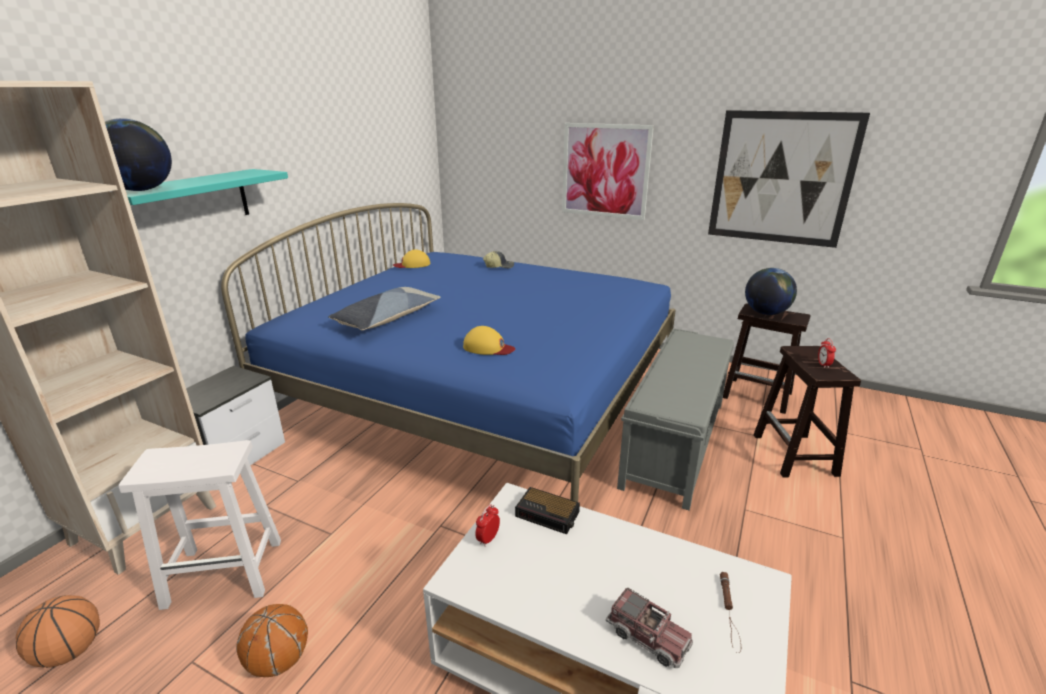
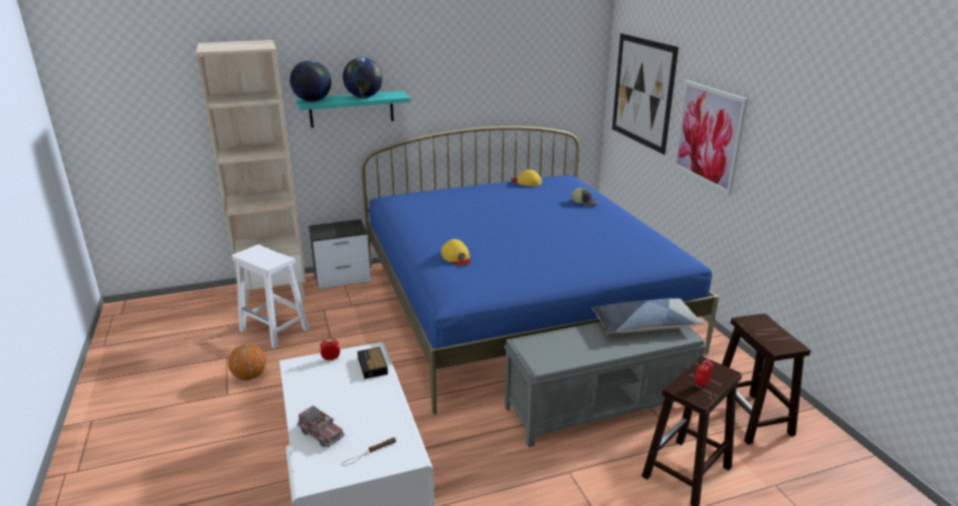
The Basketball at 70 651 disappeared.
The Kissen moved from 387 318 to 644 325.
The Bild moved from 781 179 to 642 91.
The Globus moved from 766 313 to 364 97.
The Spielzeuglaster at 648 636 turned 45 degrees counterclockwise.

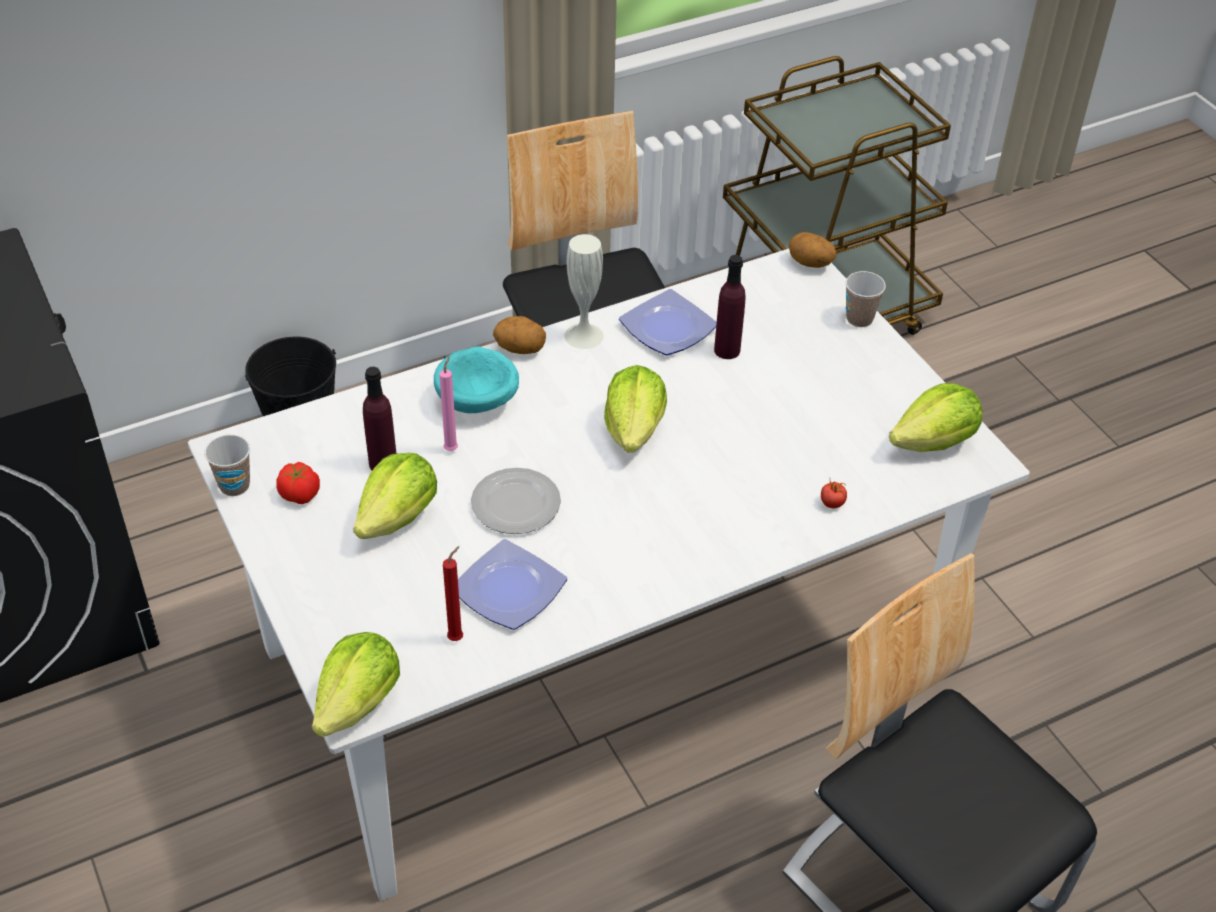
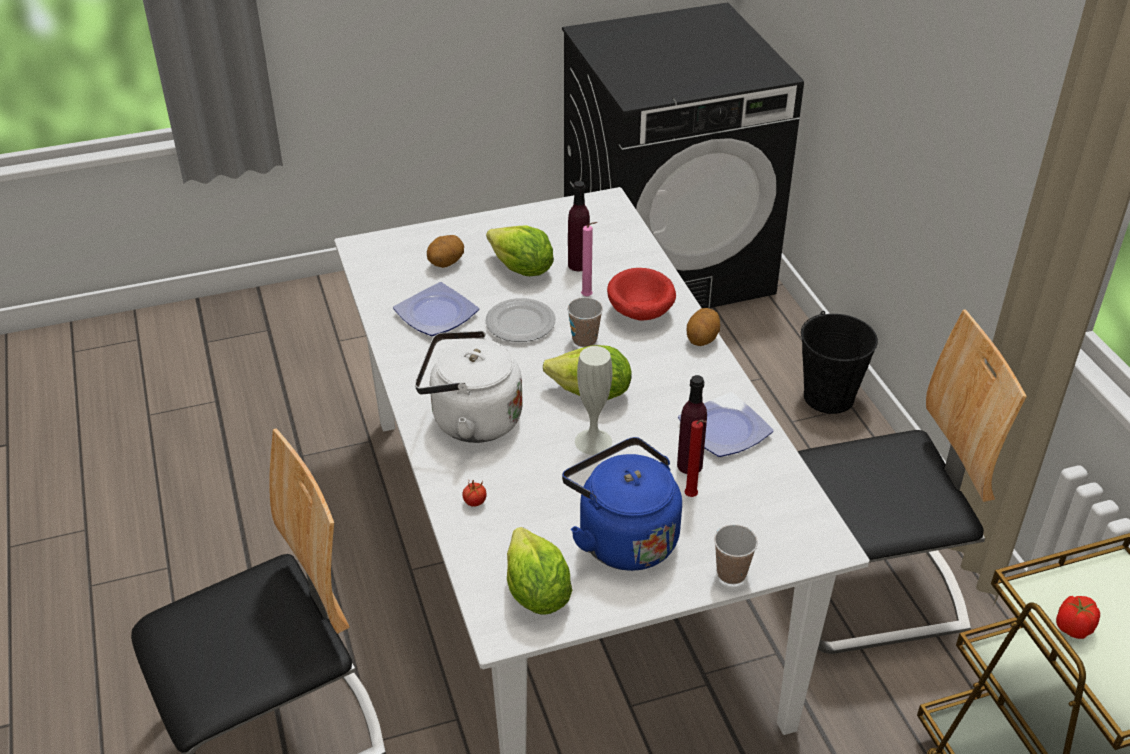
The Salatkopf at 359 703 disappeared.
The Wasserkessel [weiß] at 470 420 appeared.
The Wasserkessel [blau] at 623 537 appeared.
The Tasse moved from 234 485 to 584 340.
The Tomate moved from 300 495 to 1073 627.
The Kerze [rot] moved from 457 637 to 692 497.
The Vase [weiß] moved from 584 336 to 593 441.
The Kartoffel moved from 809 264 to 446 263.
The Schüssel [türkis] at 479 401 became the Schüssel [rot] at 639 313.

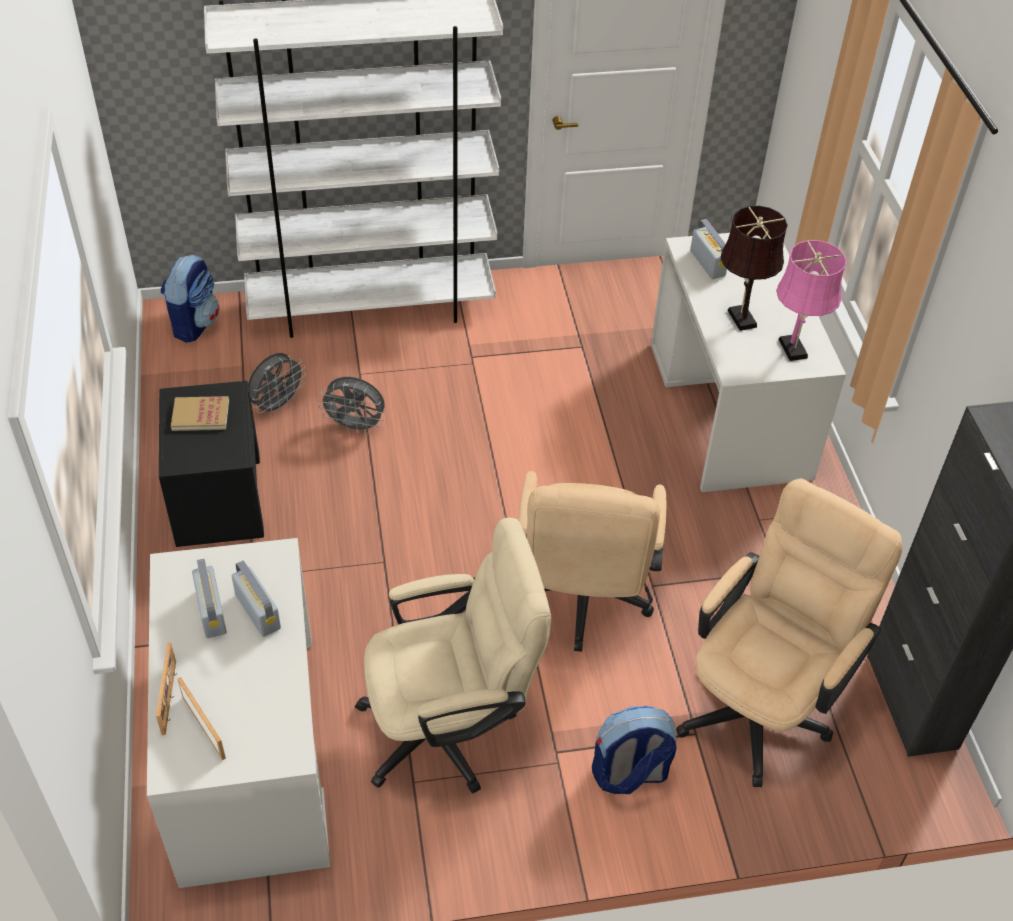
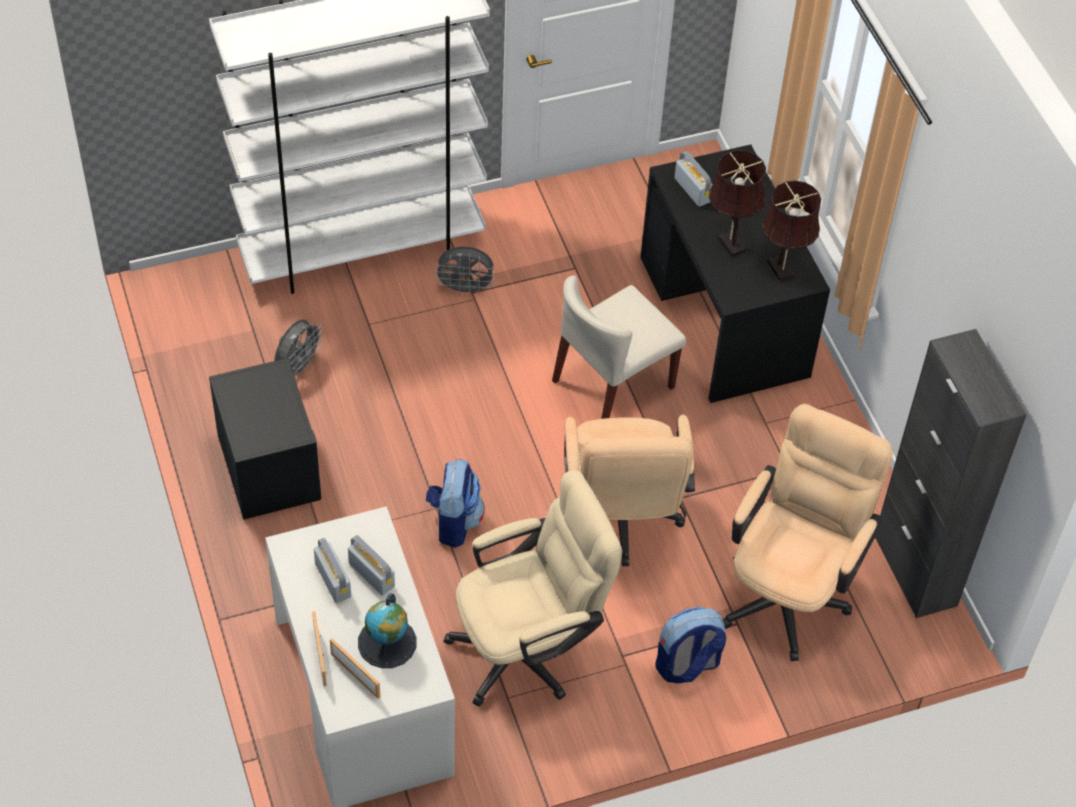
The Buch at 200 415 disappeared.
The Globus at 387 642 appeared.
The Stuhl [beige] at 613 385 appeared.
The Rucksack moved from 194 323 to 454 521.
The Ventilator [grau] moved from 356 426 to 465 289.
The Schreibtisch [weiß] at 729 409 became the Schreibtisch [schwarz] at 724 316.
The Tischlampe [rosa] at 794 351 became the Tischlampe [braun] at 782 272.

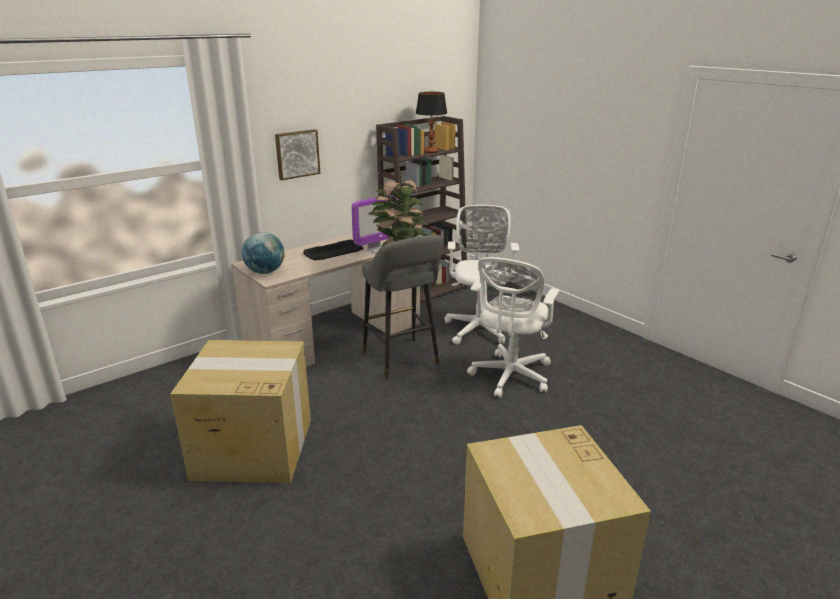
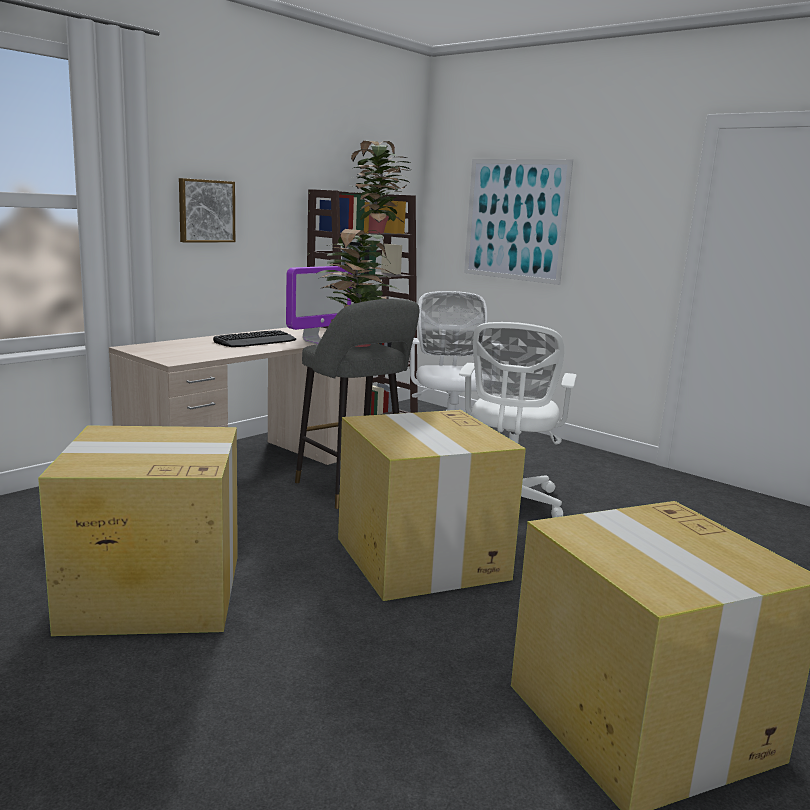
The Globus at 265 272 disappeared.
The Karton at 422 559 appeared.
The Bild at 515 220 appeared.
The Tischlampe at 431 152 was replaced by the Topfpflanze at 376 233.

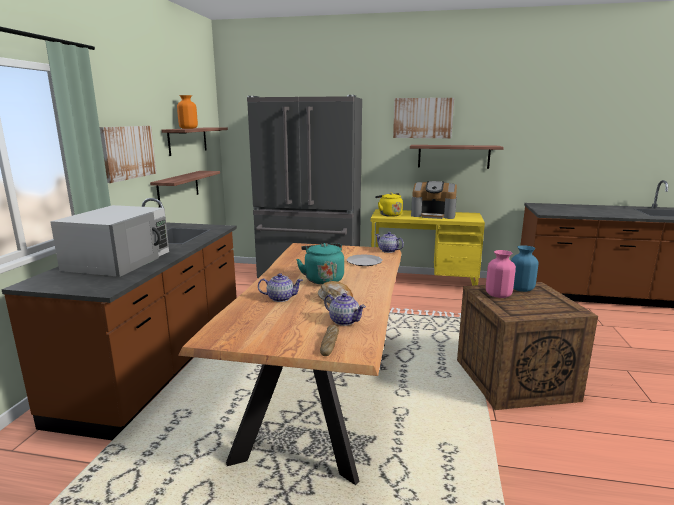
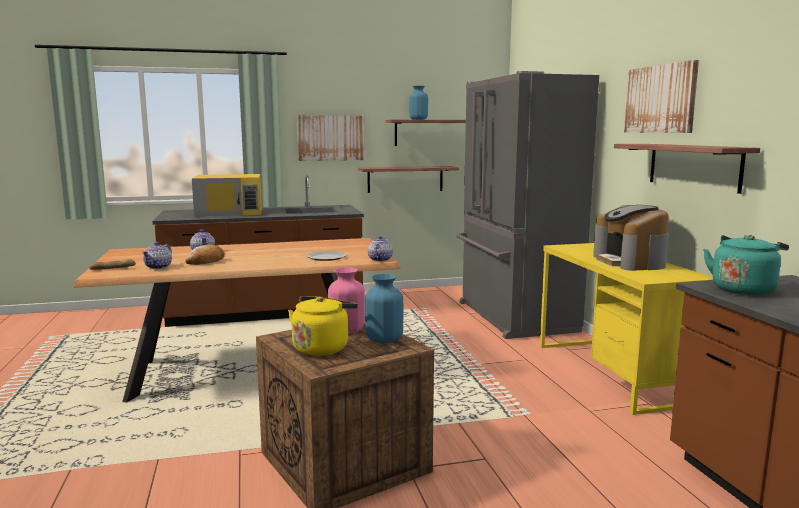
The Wasserkessel [türkis] moved from 323 279 to 743 289.
The Wasserkessel [gelb] moved from 389 214 to 322 347.
The Mikrowelle [weiß] at 119 260 became the Mikrowelle [gelb] at 230 212.
The Vase [orange] at 188 128 became the Vase [blau] at 418 119.

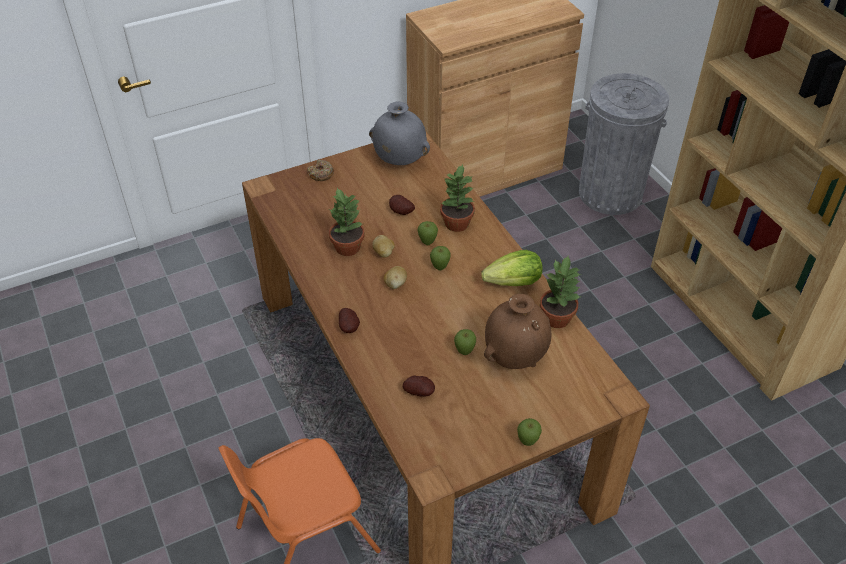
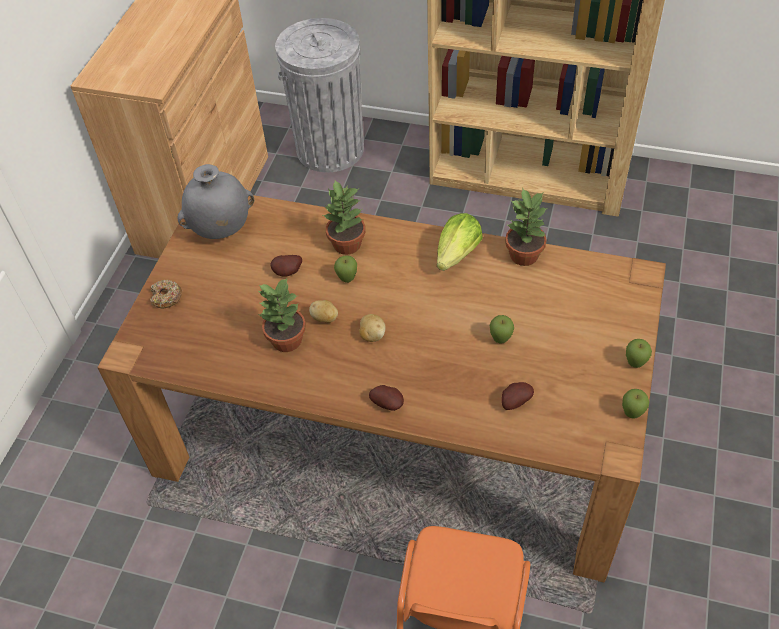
The Vase [braun] at 515 357 disappeared.
The Apfel moved from 440 268 to 631 414.

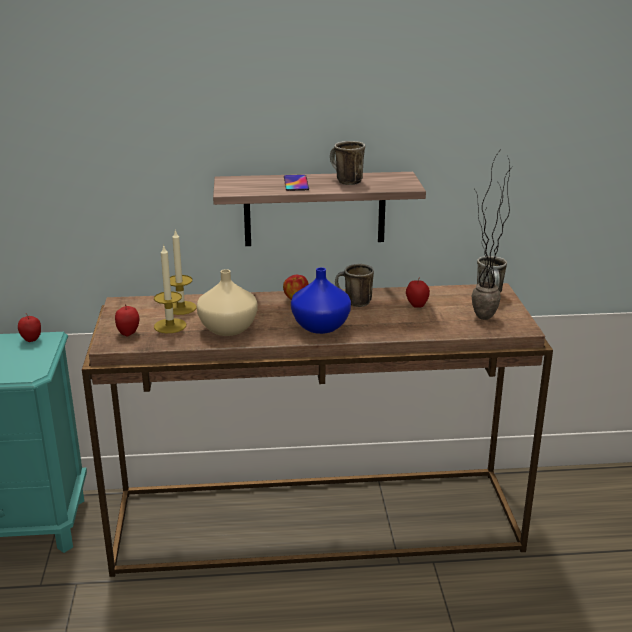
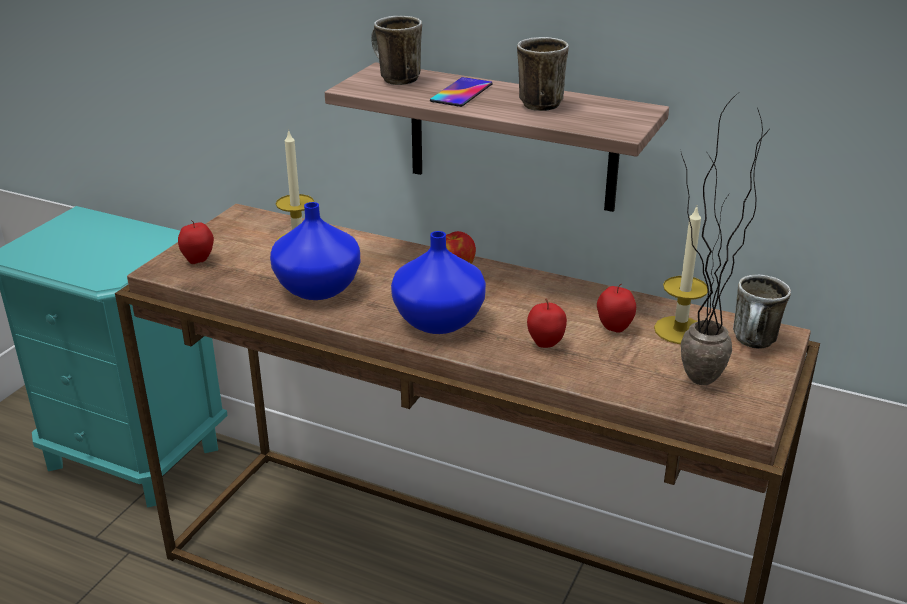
The Apfel moved from 31 340 to 545 344.
The Kerze moved from 170 326 to 680 330.
The Henkelbecher moved from 353 303 to 393 79.
The Vase [beige] at 228 329 became the Vase [blau] at 317 289.

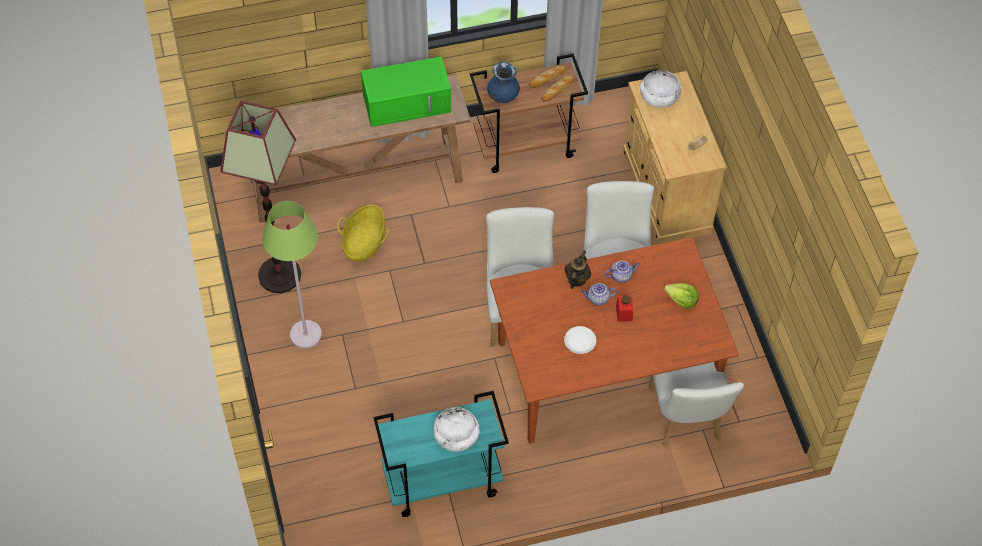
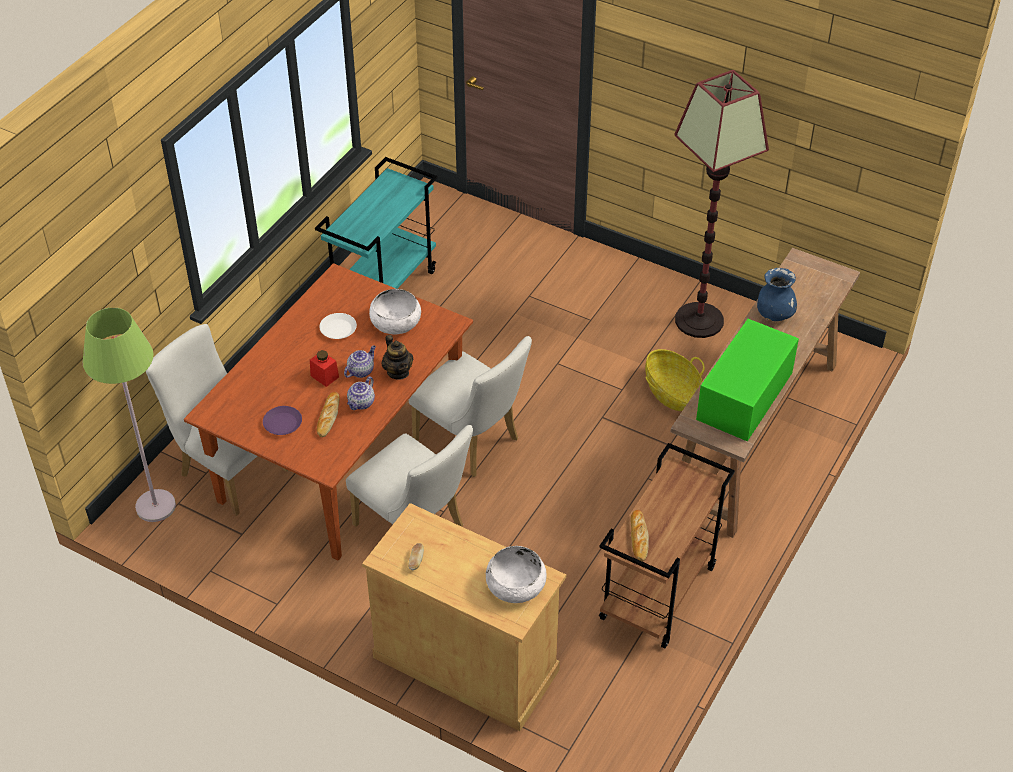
The Stehlampe [grün] moved from 305 334 to 156 506.
The Schüssel [weiß] moved from 456 434 to 396 322.
The Vase [blau] moved from 503 96 to 774 314.
The Brot moved from 547 78 to 328 416.
The Salatkopf at 681 300 was replaced by the Teller [lila] at 282 423.

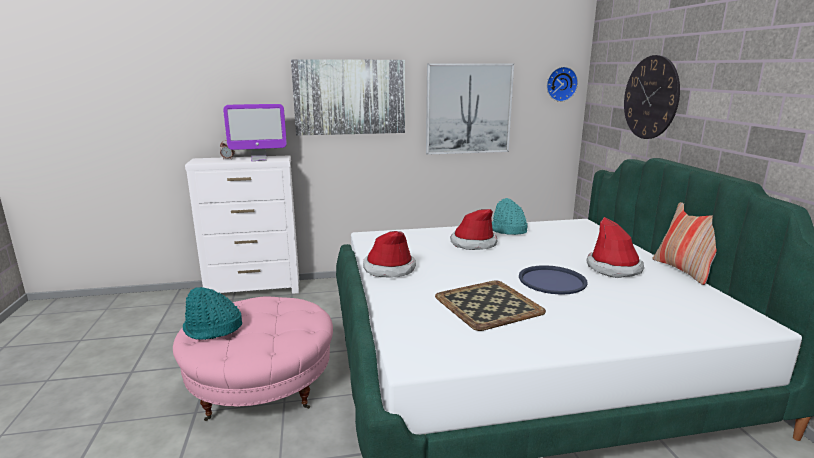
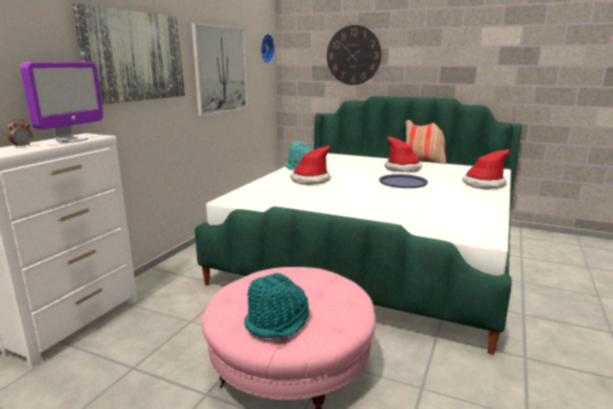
The Tablett at 487 304 disappeared.
The Hut moved from 389 269 to 483 184.

